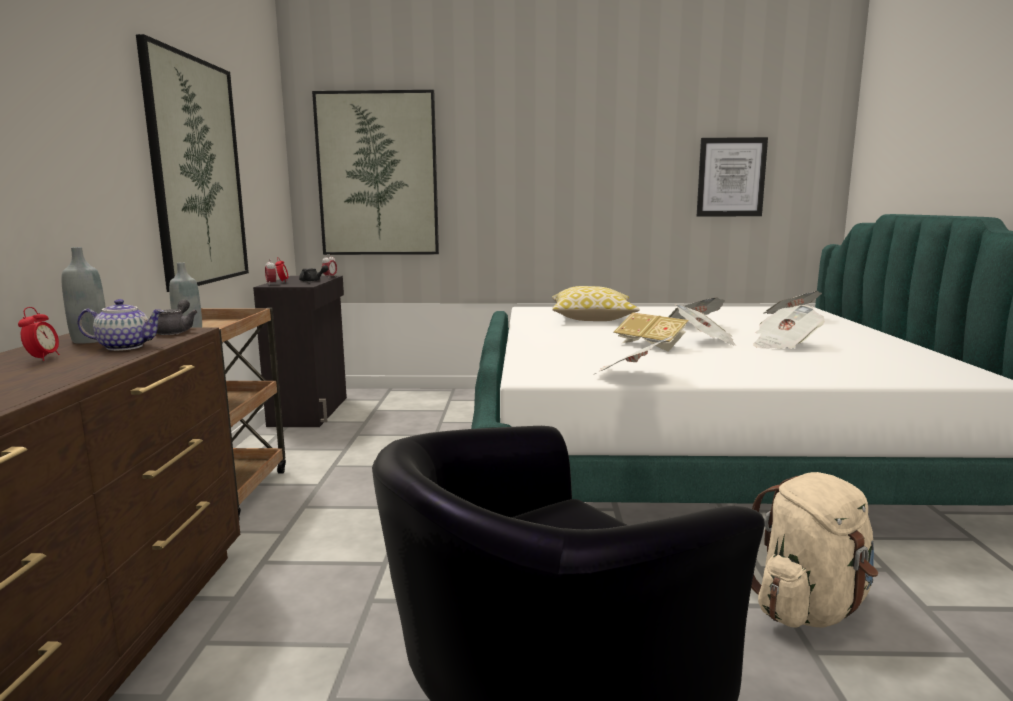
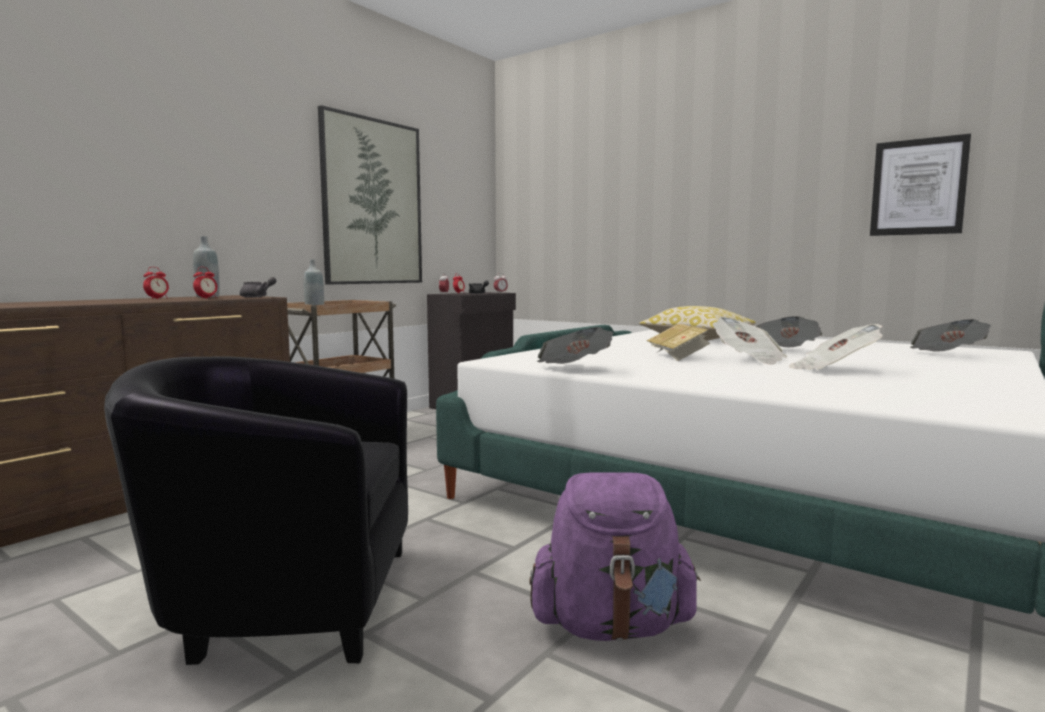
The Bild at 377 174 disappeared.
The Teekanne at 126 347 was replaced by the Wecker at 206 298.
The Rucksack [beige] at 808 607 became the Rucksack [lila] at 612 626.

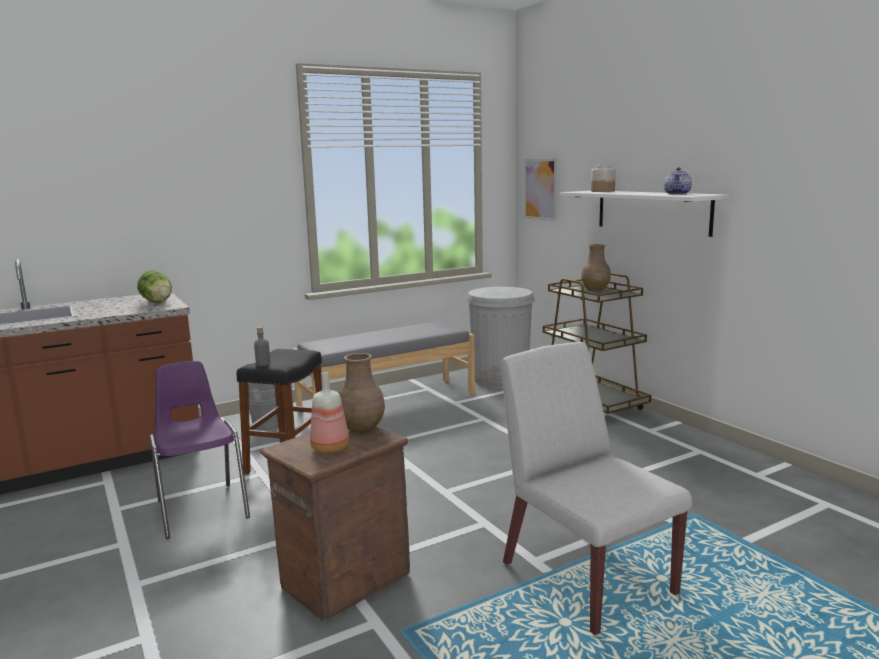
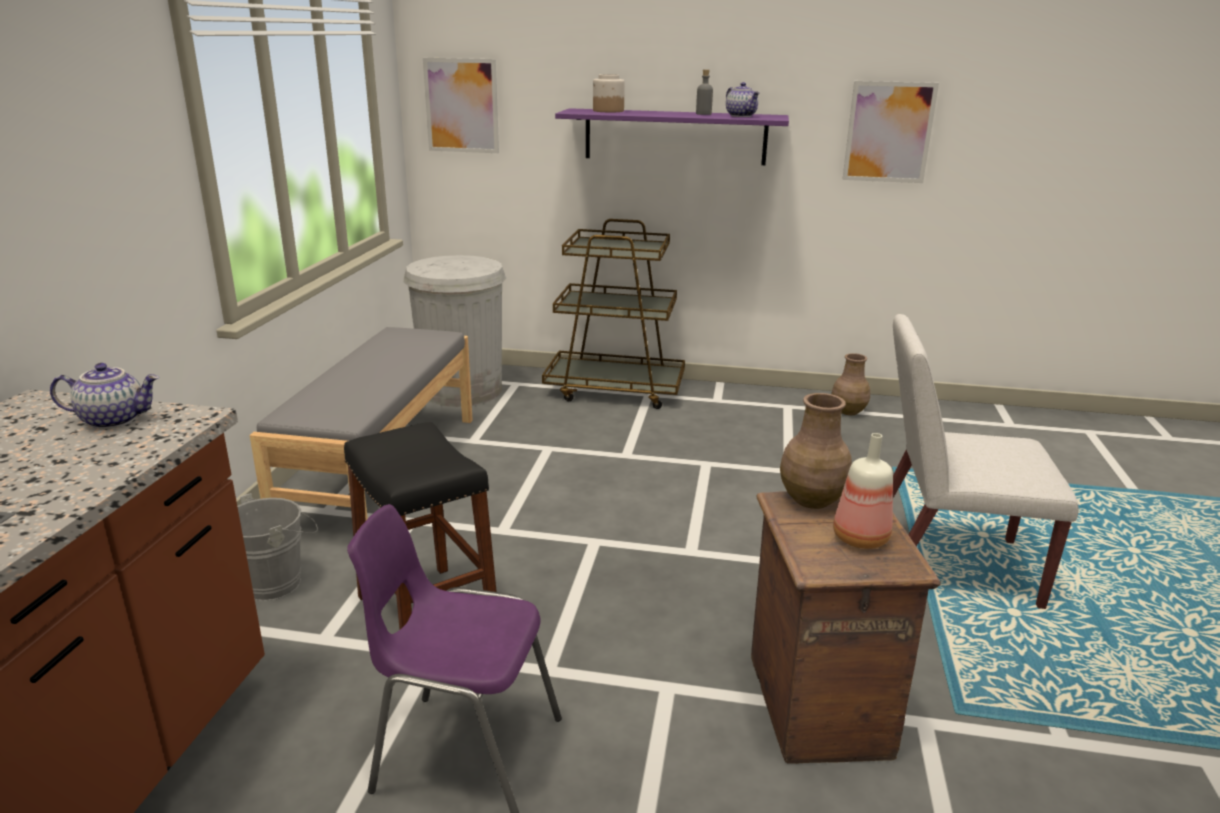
The Bild at 889 132 appeared.
The Flasche [grau] moved from 263 363 to 703 114.
The Vase [braun] moved from 596 290 to 848 411.
The Salatkopf at 157 302 was replaced by the Teekanne at 114 420.
The Wandregal [weiß] at 652 211 became the Wandregal [lila] at 675 136.

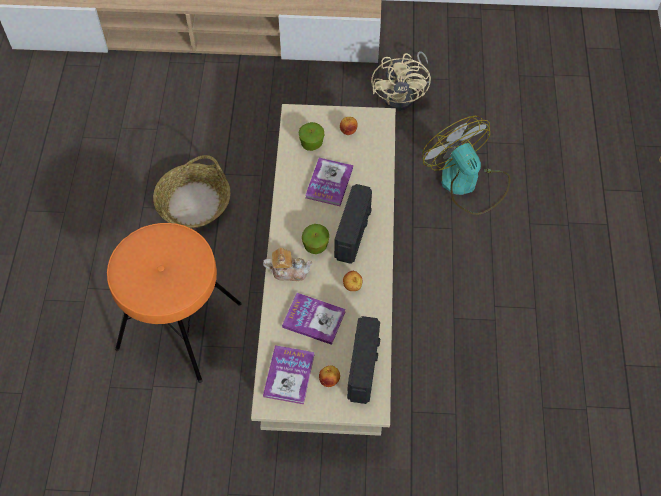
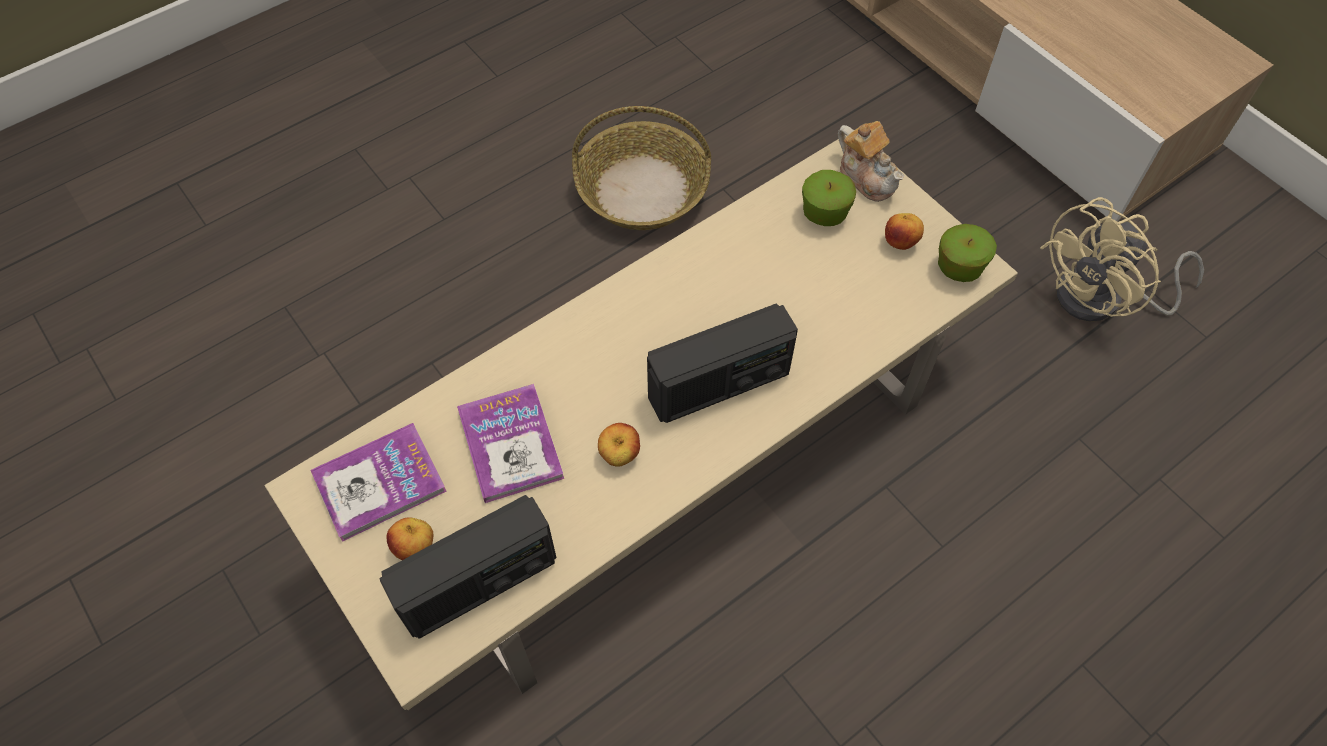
The Hocker [orange] at 180 325 disappeared.
The Buch at 329 183 disappeared.
The Ventilator at 466 183 disappeared.
The Teekanne moved from 288 271 to 867 176.
The Apfel moved from 315 246 to 959 268.

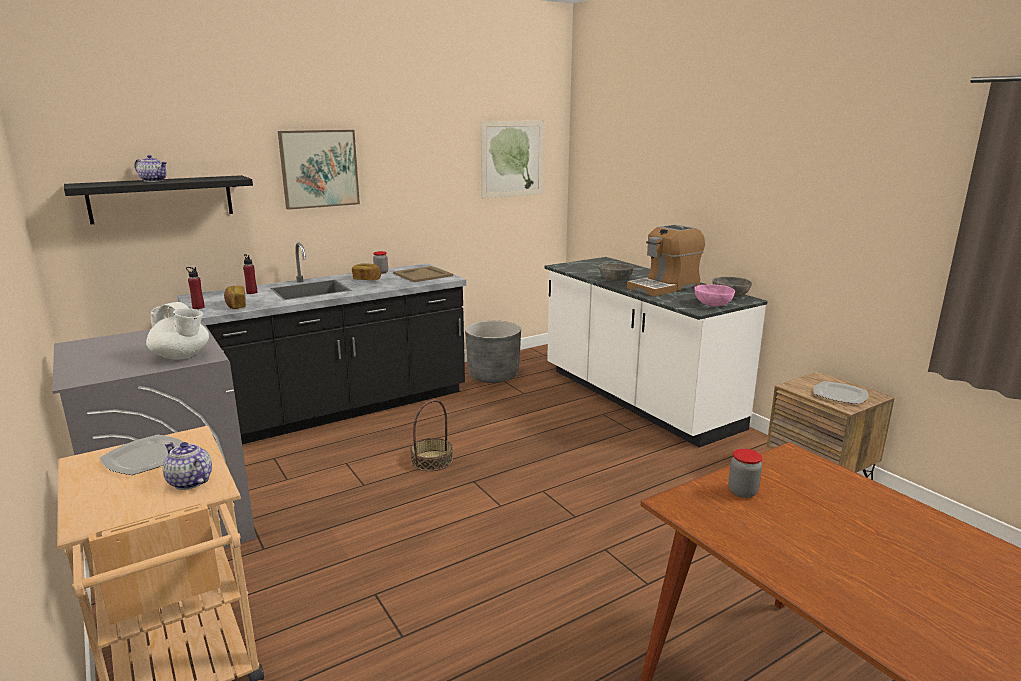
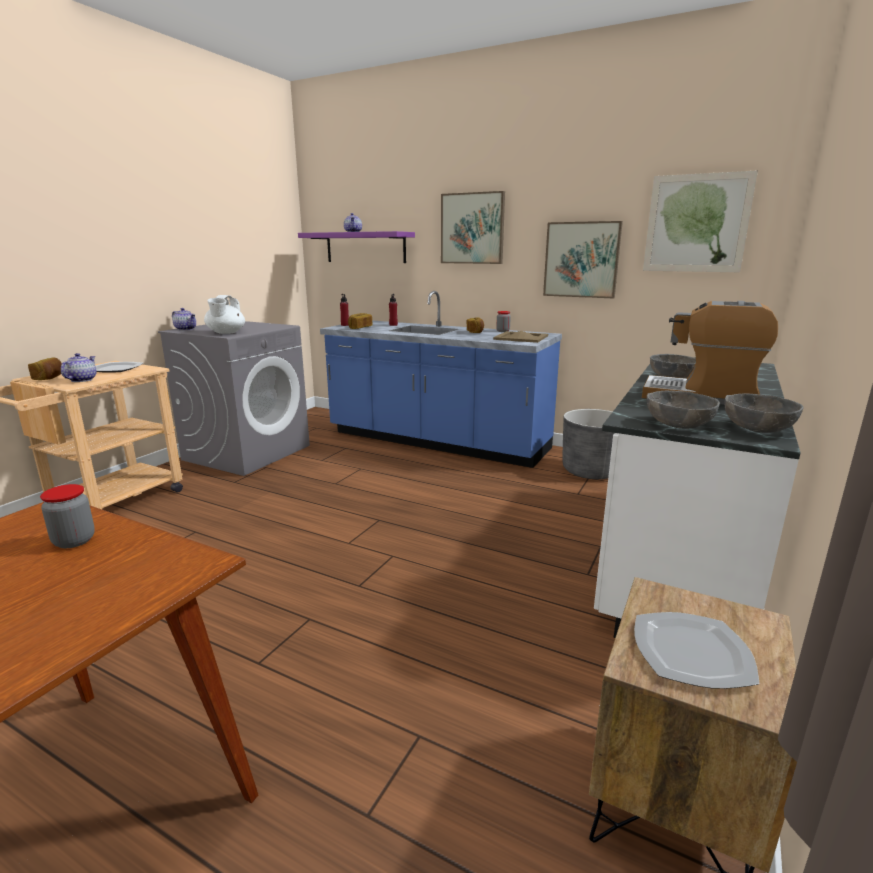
The Korb at 431 460 disappeared.
The Brot at 49 378 appeared.
The Teekanne at 186 329 appeared.
The Bild at 581 260 appeared.
The Wandregal [schwarz] at 161 199 became the Wandregal [lila] at 365 247.
The Küchenzeile [schwarz] at 339 409 became the Küchenzeile [blau] at 437 441.
The Schüssel [rosa] at 712 304 became the Schüssel [grau] at 678 424.

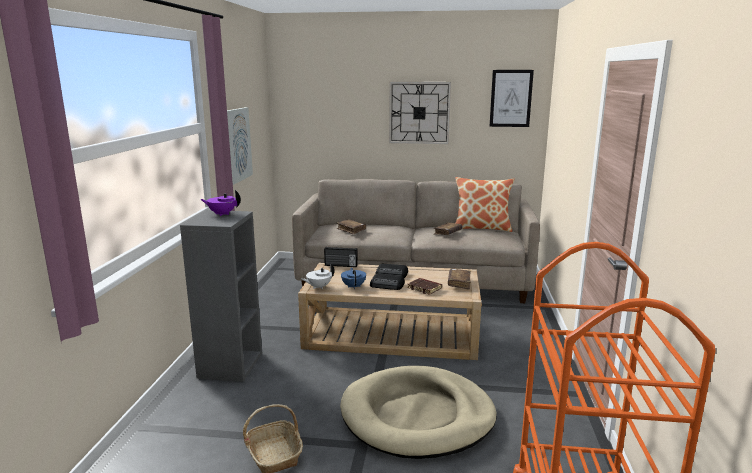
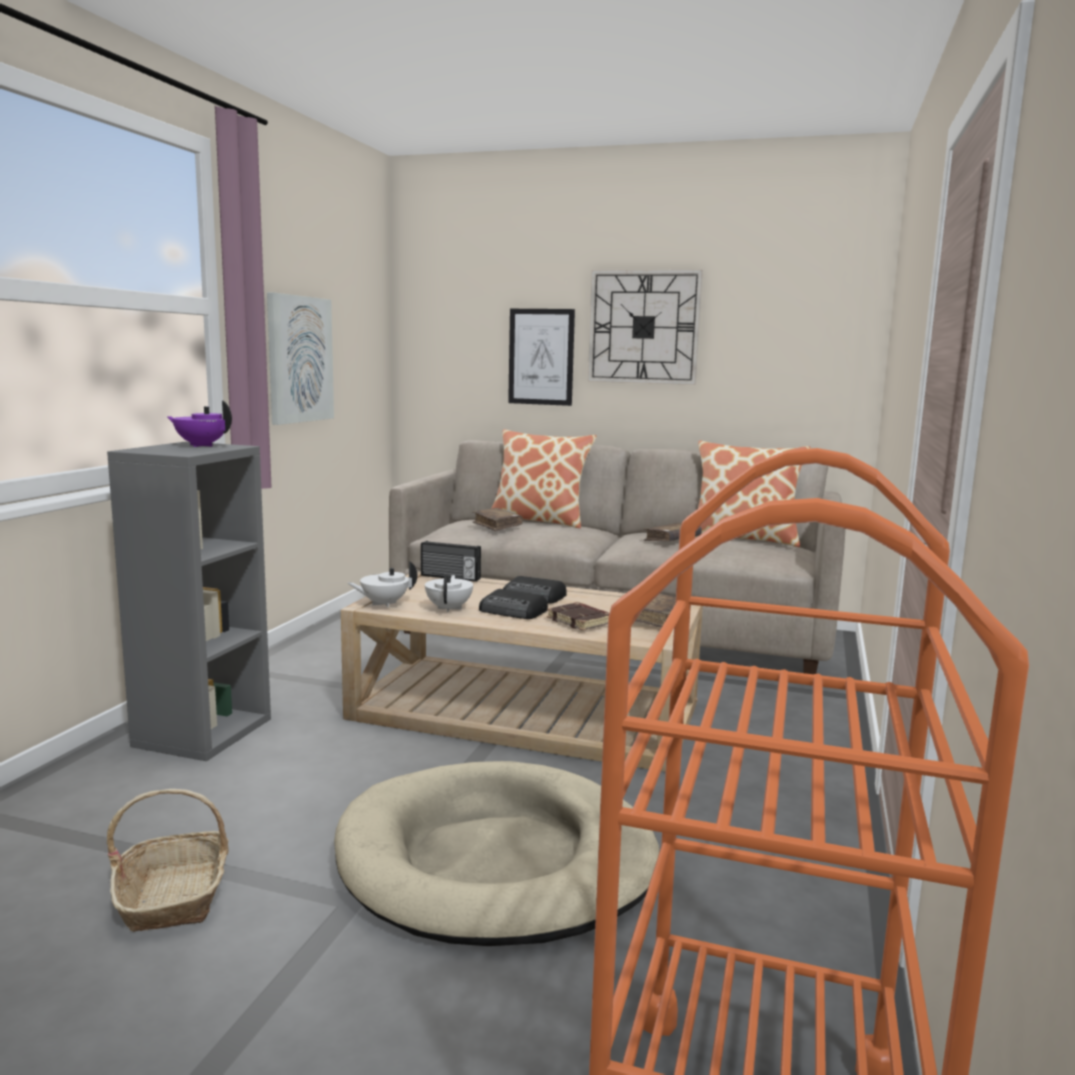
The Kissen at 539 521 appeared.
The Bild moved from 511 98 to 541 357.
The Teekanne [blau] at 354 286 became the Teekanne [weiß] at 449 608.

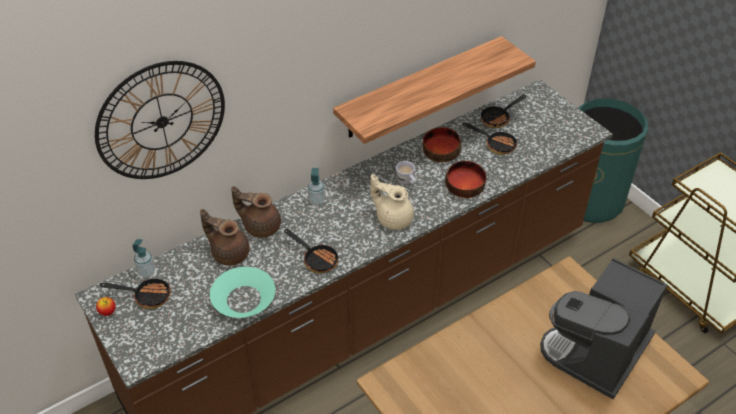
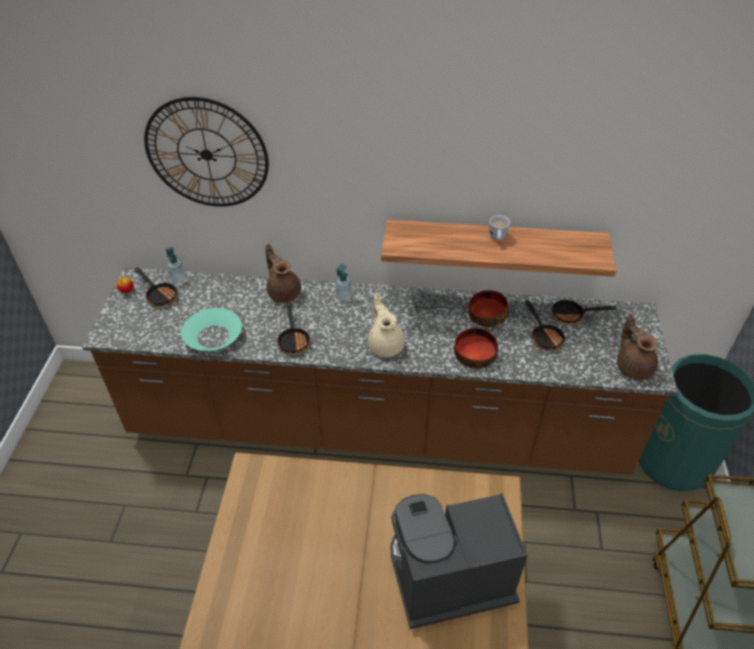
The Teekanne [braun] moved from 229 253 to 633 366.
The Henkelbecher [weiß] moved from 407 182 to 497 239.

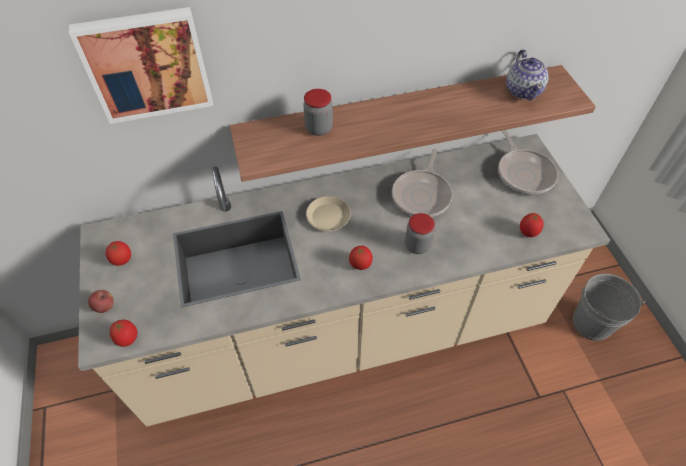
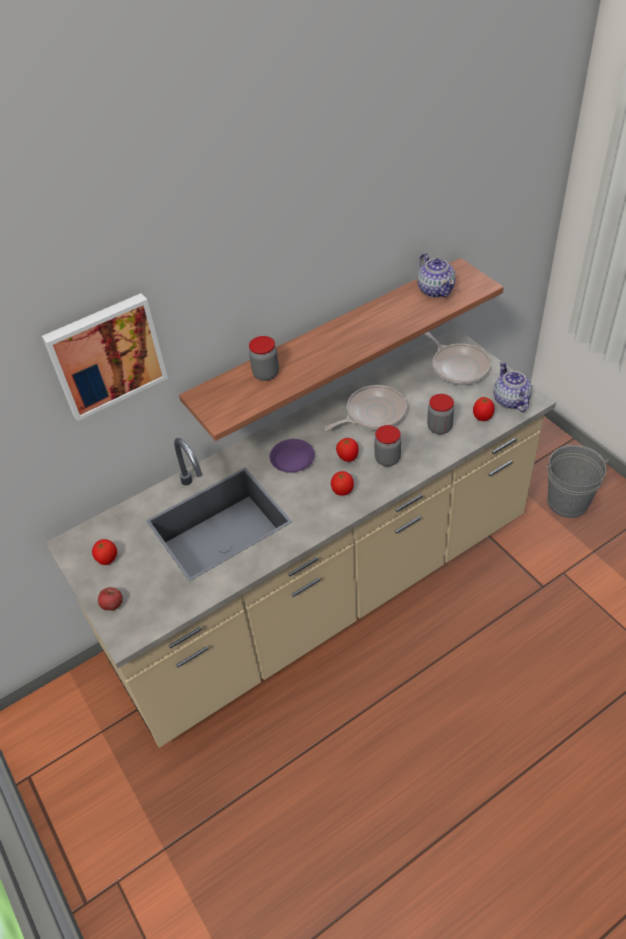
The Vorratsglas at 439 427 appeared.
The Teekanne at 510 401 appeared.
The Tomate moved from 128 339 to 348 458.
The Teller [beige] at 328 216 became the Teller [lila] at 292 459.
The Pfanne at 422 195 turned 120 degrees counterclockwise.

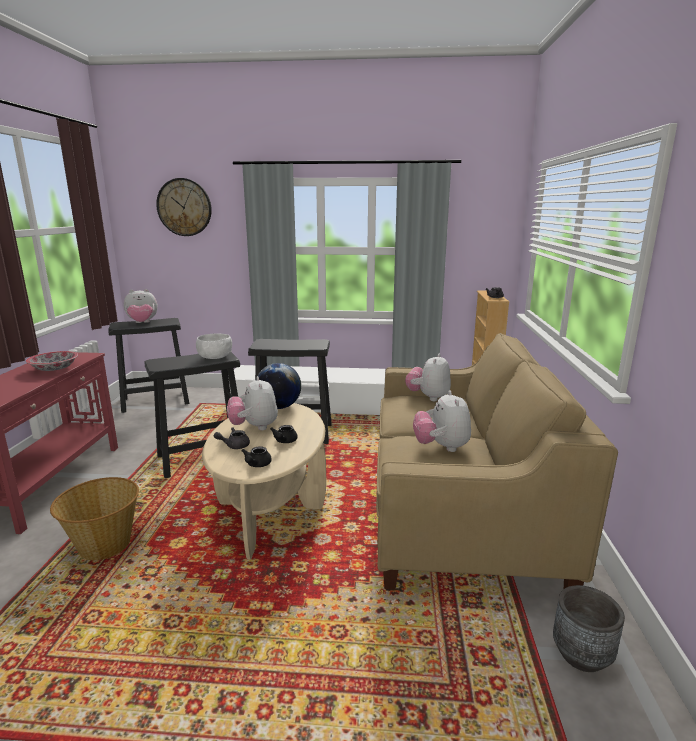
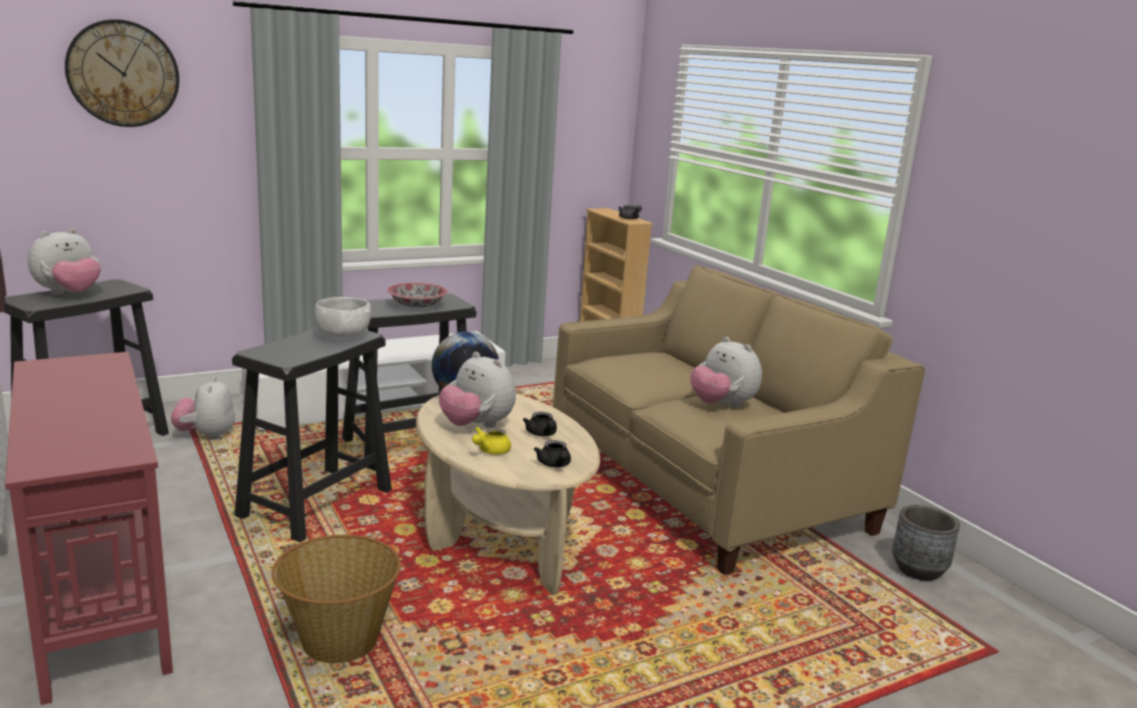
The Schüssel moved from 54 369 to 417 306.
The Plüschtier moved from 428 397 to 206 436.
The Teekanne [grau] at 234 445 became the Teekanne [gelb] at 490 451.

